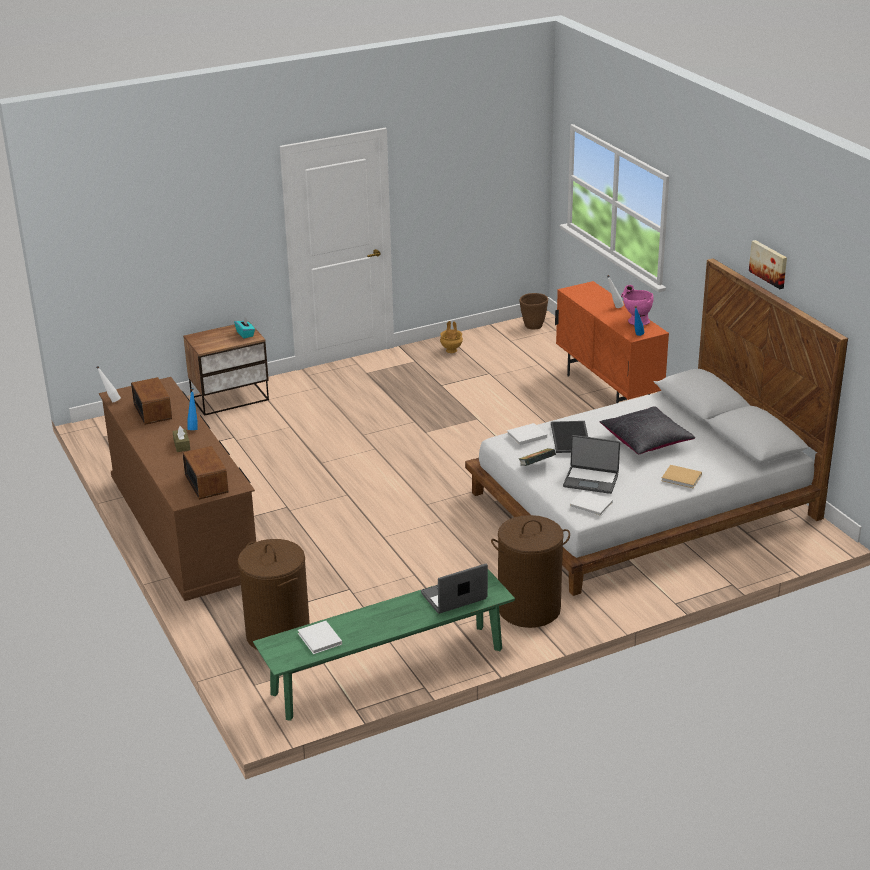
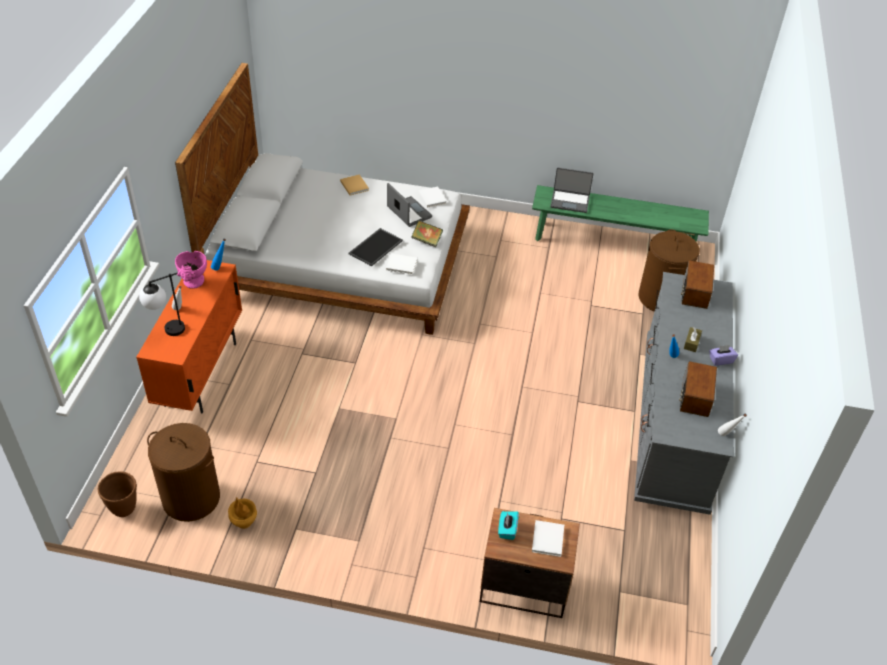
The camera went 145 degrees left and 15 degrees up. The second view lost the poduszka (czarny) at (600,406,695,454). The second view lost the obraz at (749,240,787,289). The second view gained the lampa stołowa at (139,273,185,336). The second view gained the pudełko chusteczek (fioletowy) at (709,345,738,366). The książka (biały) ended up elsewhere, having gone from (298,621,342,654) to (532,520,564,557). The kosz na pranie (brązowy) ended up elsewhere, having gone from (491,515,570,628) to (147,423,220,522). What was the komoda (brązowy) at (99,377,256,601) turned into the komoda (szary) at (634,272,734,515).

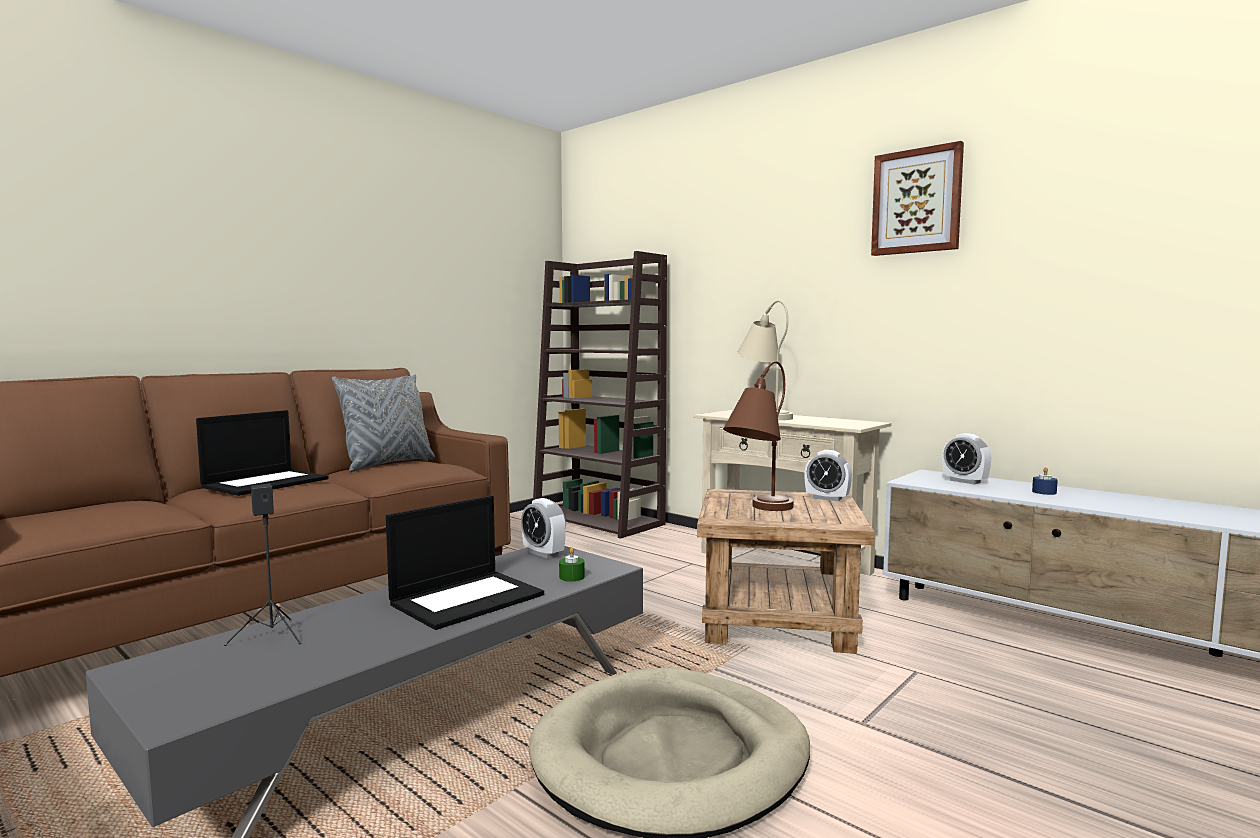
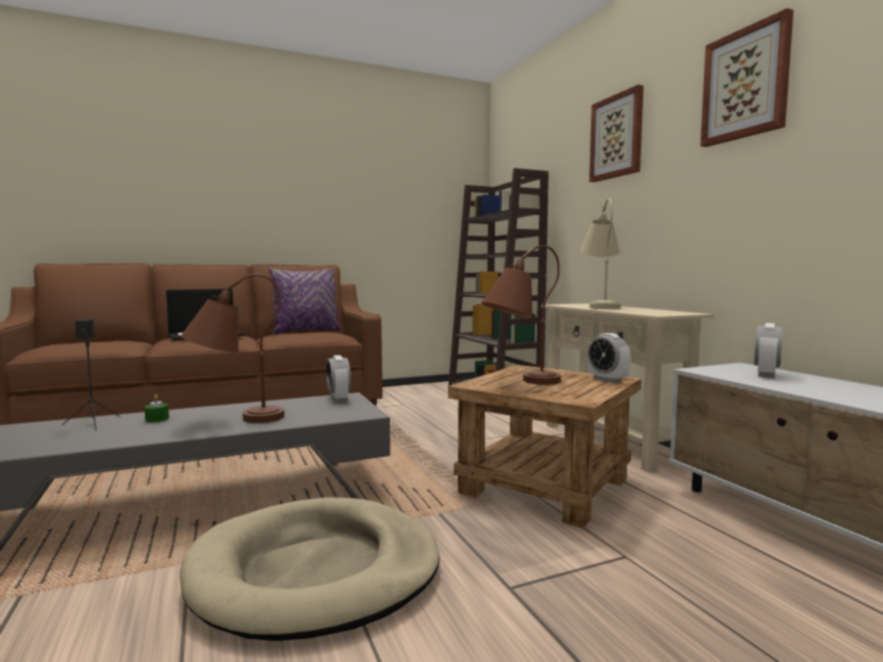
The camera went 25 degrees right and 0 degrees up. The second view lost the świeca (niebieski) at (1032,467,1058,495). The second view gained the obraz at (589,85,644,182). The świeca (zielony) ended up elsewhere, having gone from (559,547,585,582) to (144,395,169,422). Where the laptop stood at (386,496,544,630), the lampa stołowa (brązowy) came to stand at (181,274,285,423). What was the poduszka (szary) at (332,375,435,472) turned into the poduszka (fioletowy) at (269,268,341,334). The budzik at (942,433,991,484) ended up facing another way, 135 degrees counterclockwise from before.

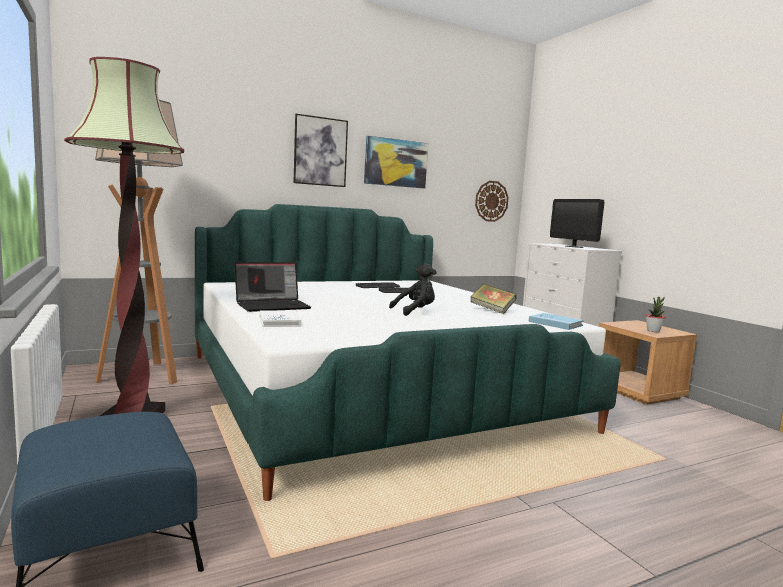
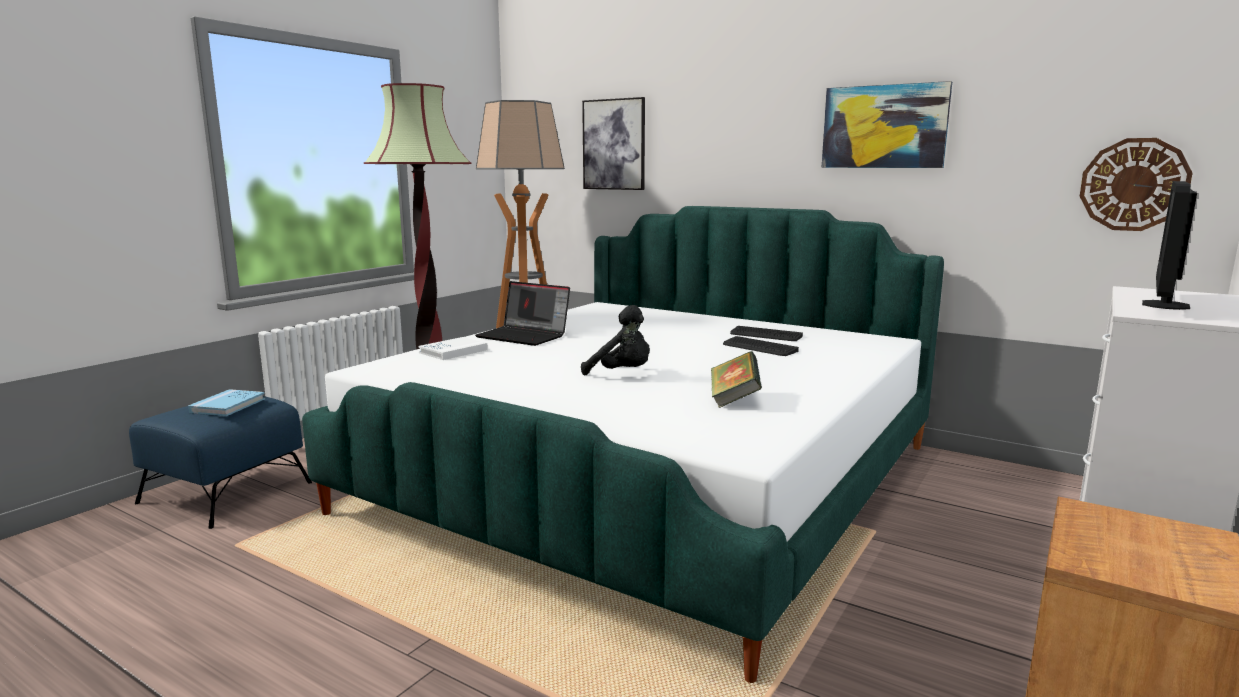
The camera went 60 degrees right and 5 degrees up. The second view lost the roślina doniczkowa at (646,297,666,332). The obraz ended up elsewhere, having gone from (293,114,348,187) to (582,97,645,190). The książka (niebieski) ended up elsewhere, having gone from (529,313,584,330) to (188,389,265,416).

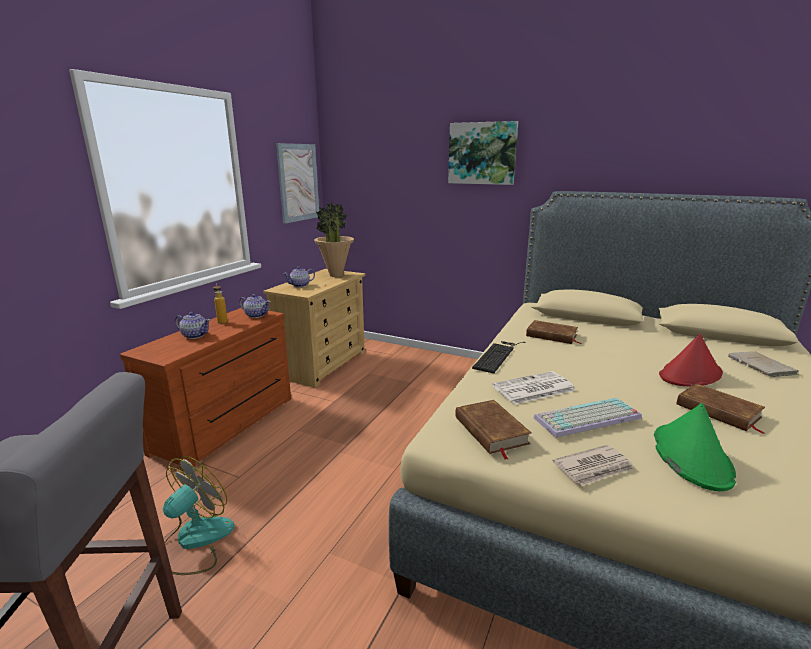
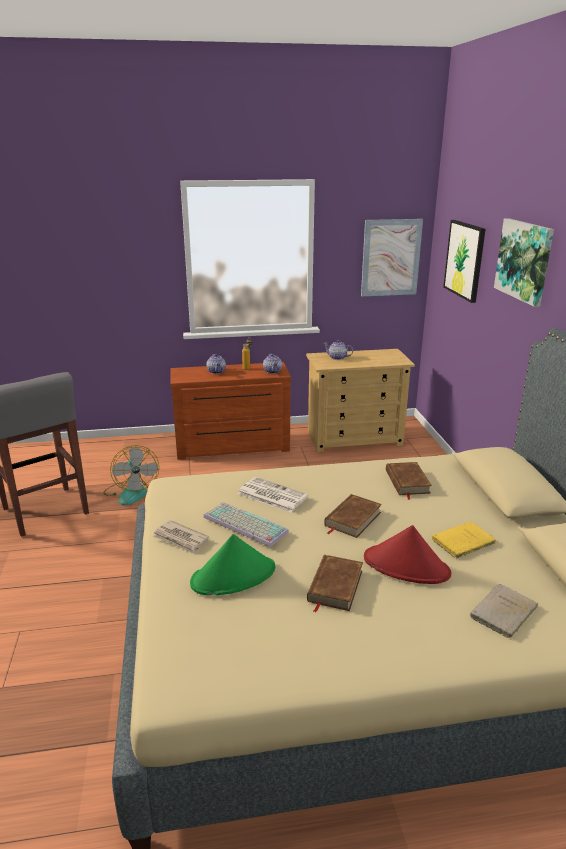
The camera went 55 degrees right and 5 degrees up. The second view lost the roślina doniczkowa at (314,202,354,277). The second view lost the klawiatura at (472,341,526,373). The second view gained the książka (żółty) at (432,522,496,559). The second view gained the obraz at (443,220,486,303). The książka (brązowy) ended up elsewhere, having gone from (455,400,531,460) to (324,494,382,538). The wentylator at (163,456,235,575) ended up facing another way, 75 degrees clockwise from before.

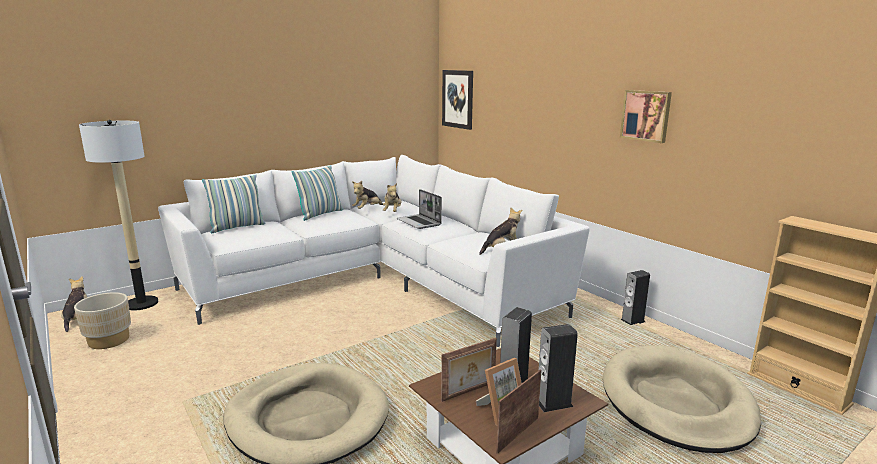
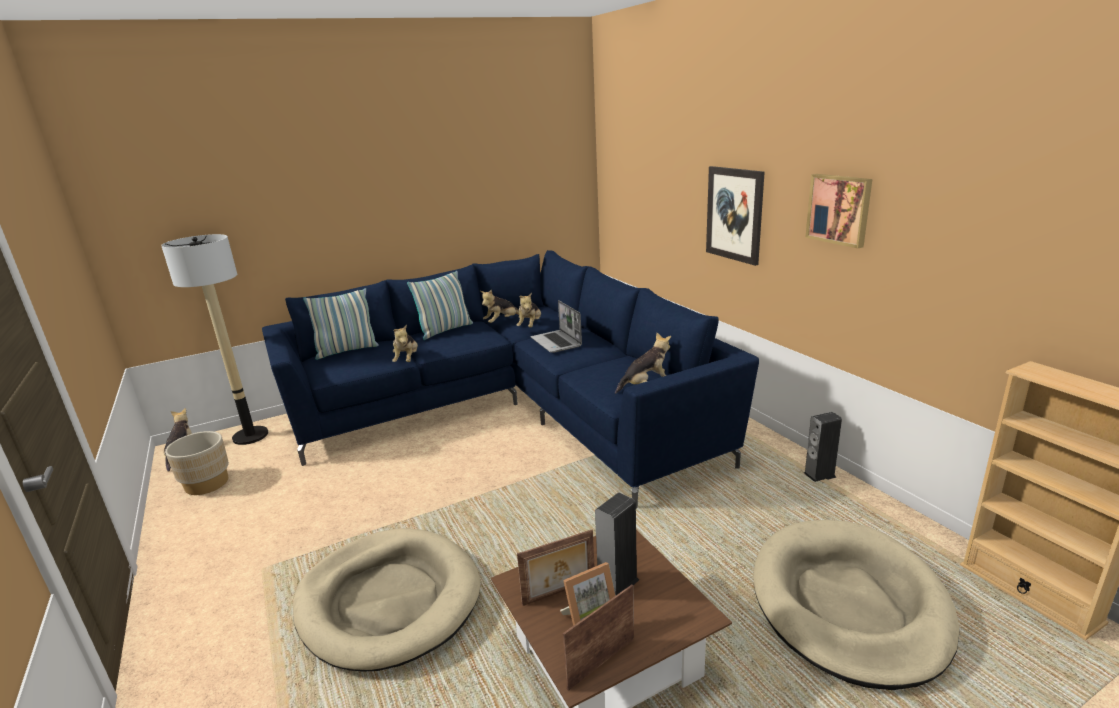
The camera went 10 degrees right and 5 degrees up. The second view lost the głośnik at (539,324,578,412). The second view gained the pluszak at (392,324,418,362). The obraz ended up elsewhere, having gone from (442,70,473,130) to (706,166,765,266). What was the kanapa (biały) at (158,155,590,347) turned into the kanapa (niebieski) at (262,250,759,509).

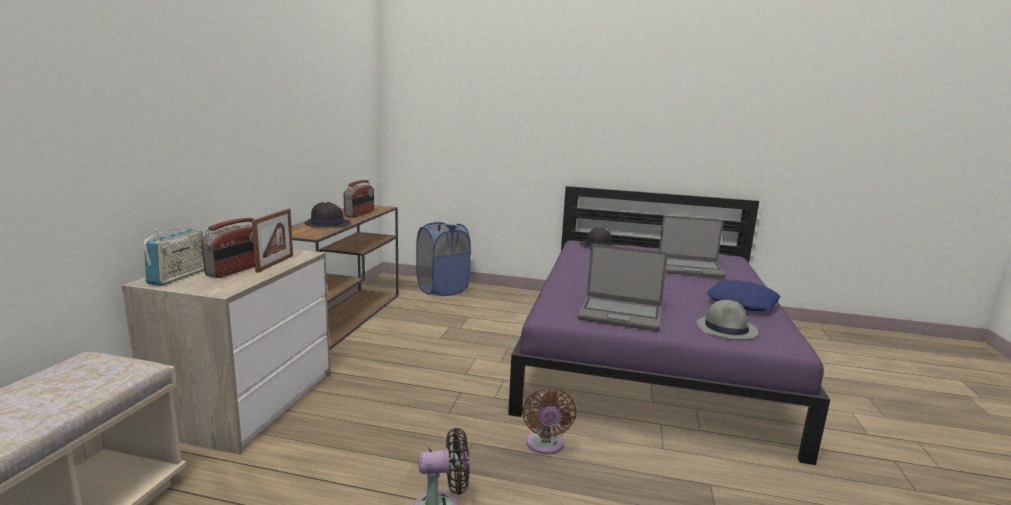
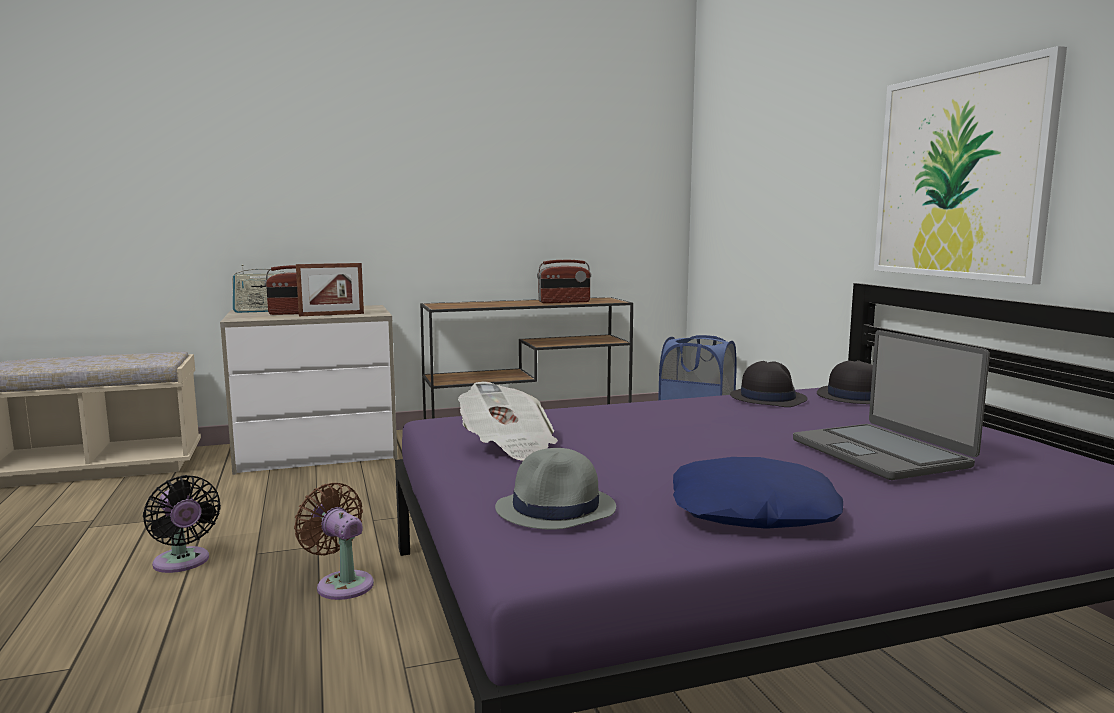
The camera went 60 degrees right and 5 degrees down. The second view gained the obraz at (874,46,1067,284). The kapelusz (czarny) ended up elsewhere, having gone from (305,202,351,228) to (730,361,808,407). Where the laptop stood at (578,244,668,331), the gazeta came to stand at (458,382,558,461). The wentylator (brązowy) at (522,387,576,455) ended up facing another way, 75 degrees clockwise from before.

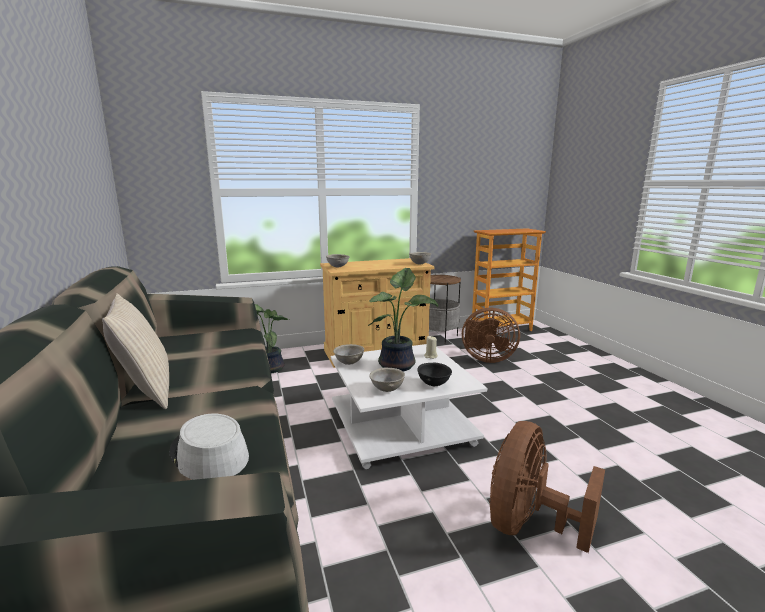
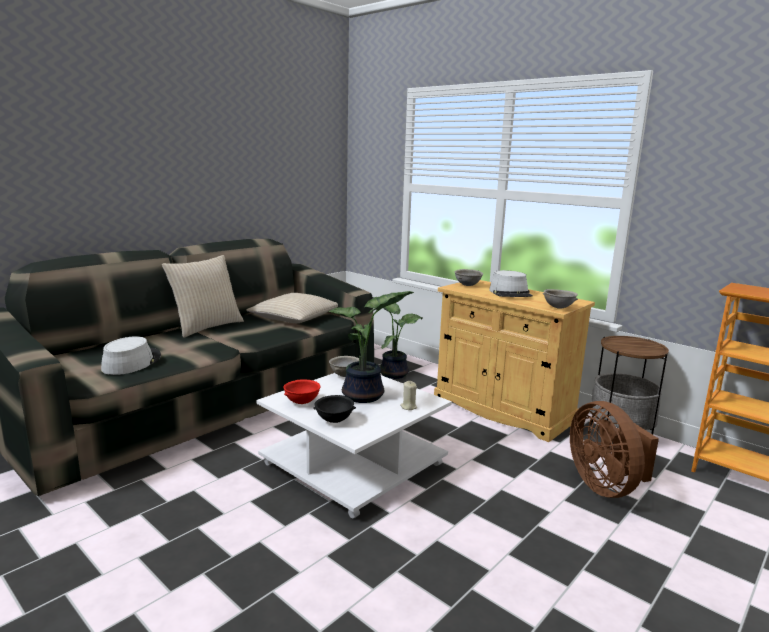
The camera went 60 degrees right and 0 degrees up. The second view lost the wentylator (brązowy) at (490,421,605,553). The second view gained the poduszka (beżowy) at (246,293,338,323). The second view gained the kapelusz (szary) at (489,270,533,297). What was the miska (szary) at (370,368,405,392) turned into the miska (czerwony) at (283,379,321,404).

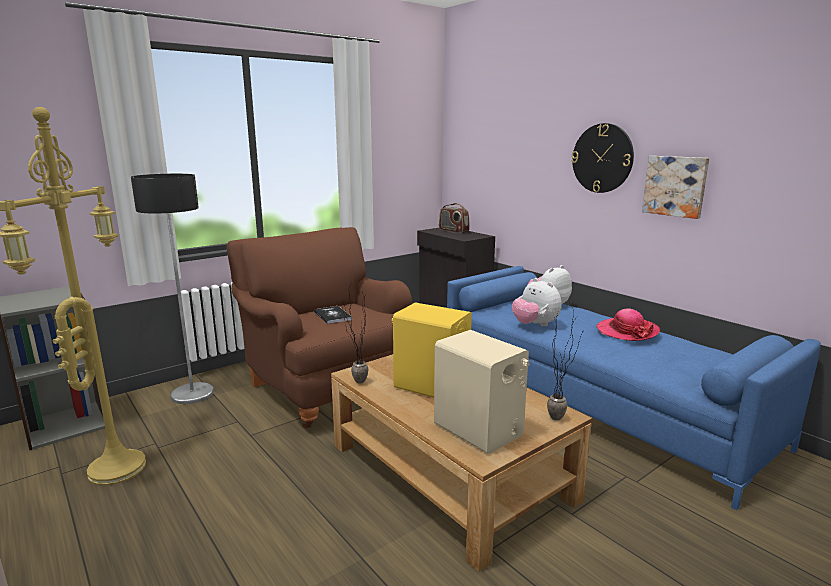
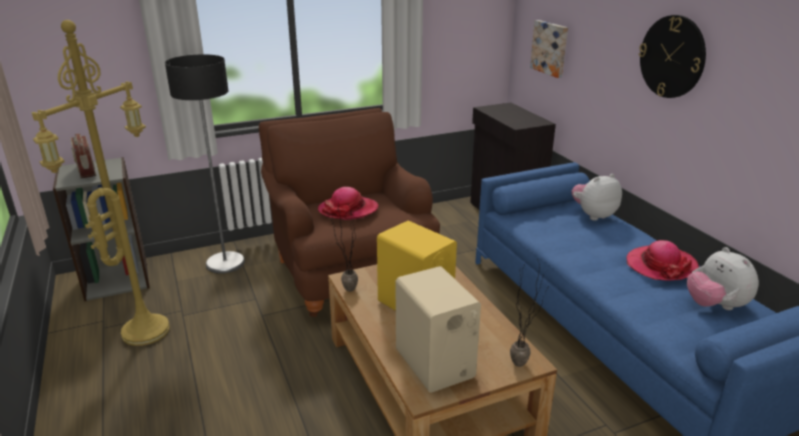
The camera went 15 degrees right and 10 degrees up. The radio ended up elsewhere, having gone from (439,203,470,233) to (71,134,96,178). The pluszak ended up elsewhere, having gone from (512,278,561,327) to (687,247,759,310). The obraz ended up elsewhere, having gone from (642,156,709,219) to (530,20,568,78). Where the książka stood at (314,306,352,324), the kapelusz came to stand at (318,187,378,220).

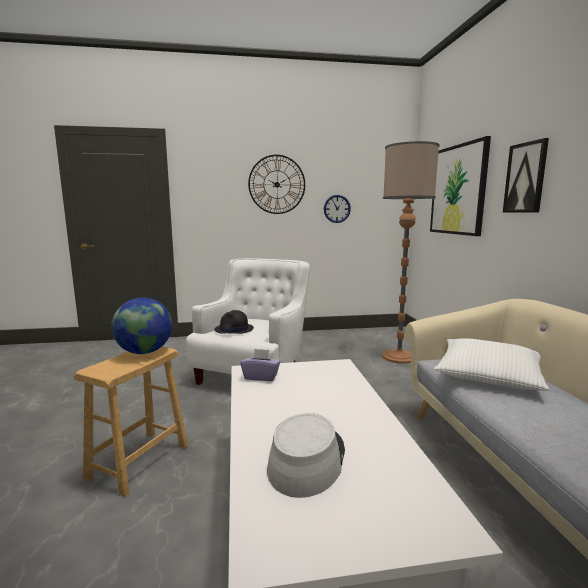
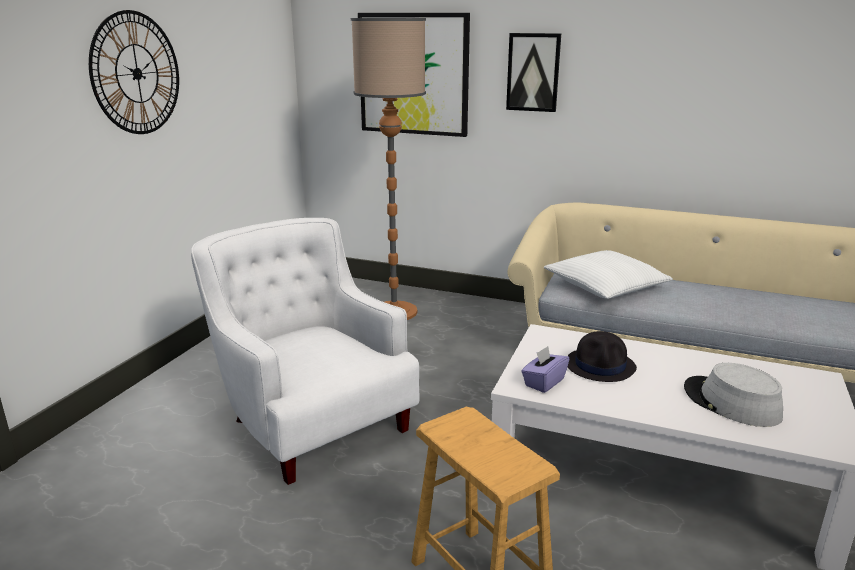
The camera went 60 degrees left and 10 degrees up. The second view lost the globus at (112,298,172,354). The second view lost the zegar ścienny at (324,195,351,223). The kapelusz (czarny) ended up elsewhere, having gone from (214,310,254,334) to (567,331,637,382).

